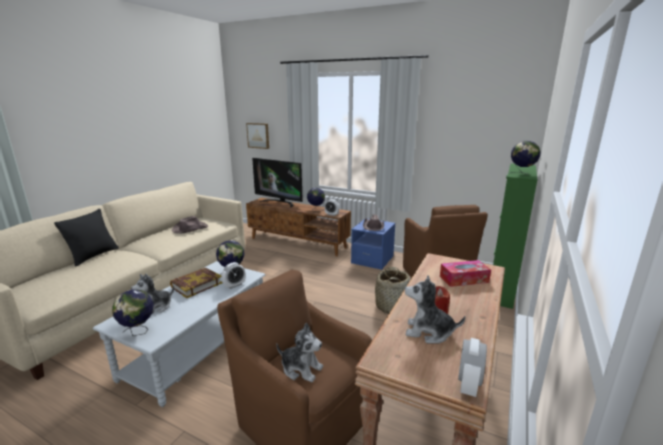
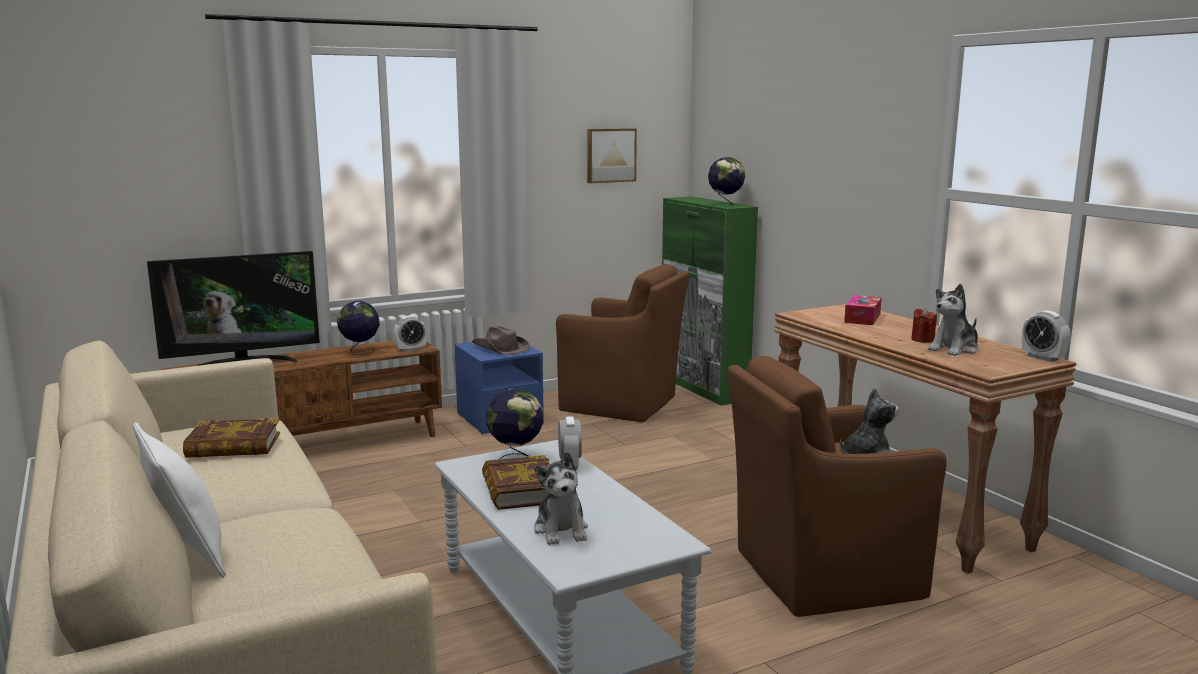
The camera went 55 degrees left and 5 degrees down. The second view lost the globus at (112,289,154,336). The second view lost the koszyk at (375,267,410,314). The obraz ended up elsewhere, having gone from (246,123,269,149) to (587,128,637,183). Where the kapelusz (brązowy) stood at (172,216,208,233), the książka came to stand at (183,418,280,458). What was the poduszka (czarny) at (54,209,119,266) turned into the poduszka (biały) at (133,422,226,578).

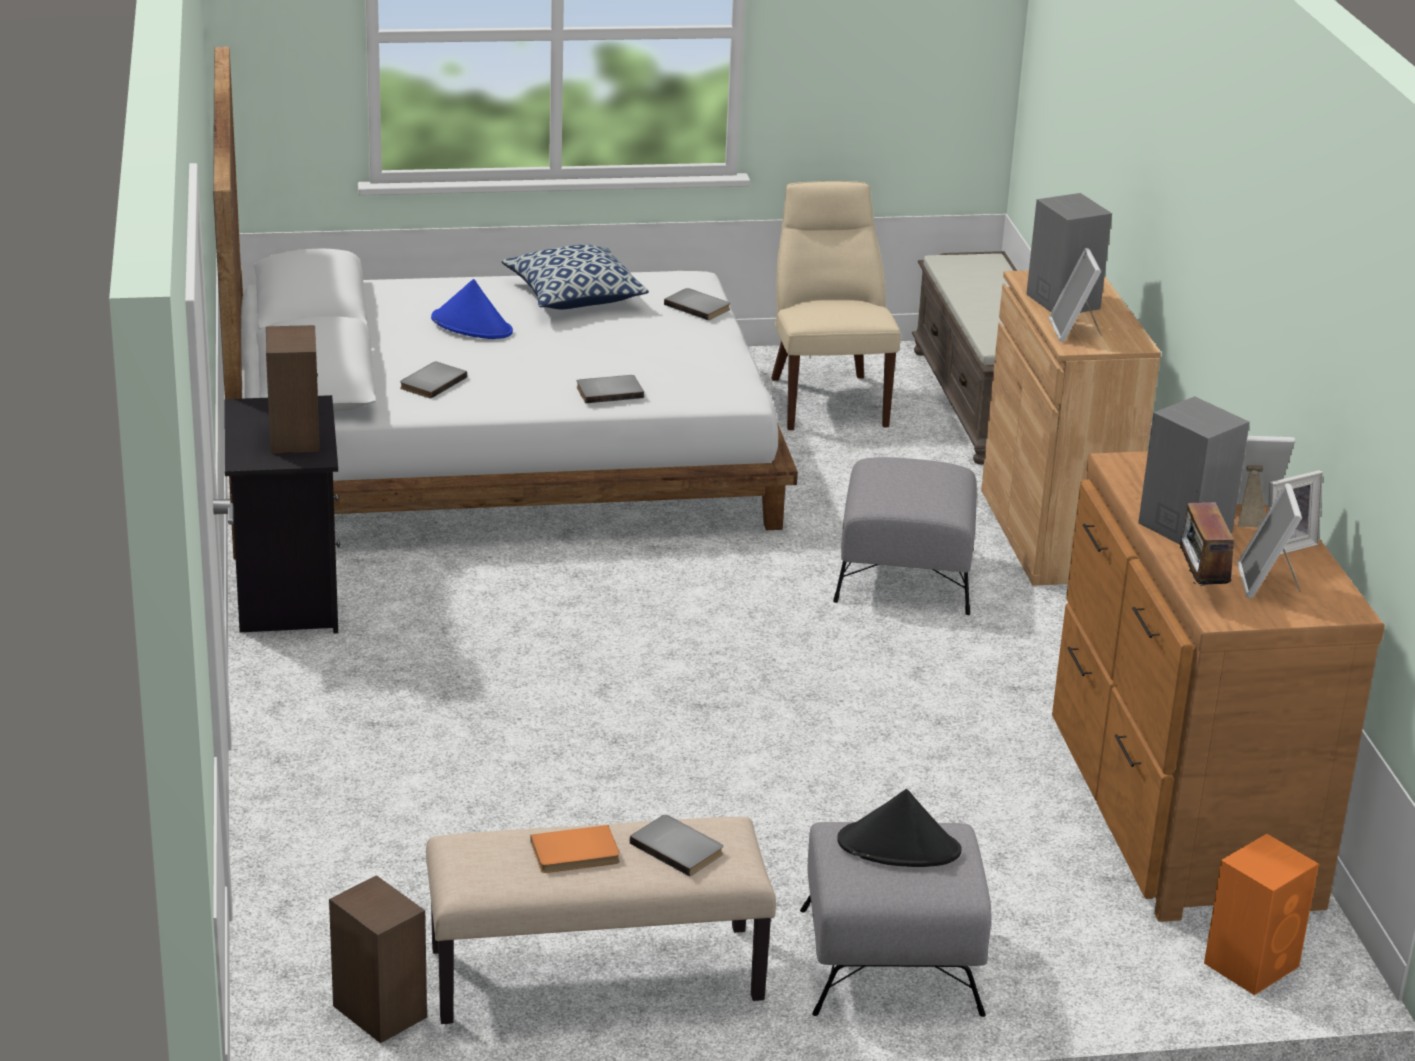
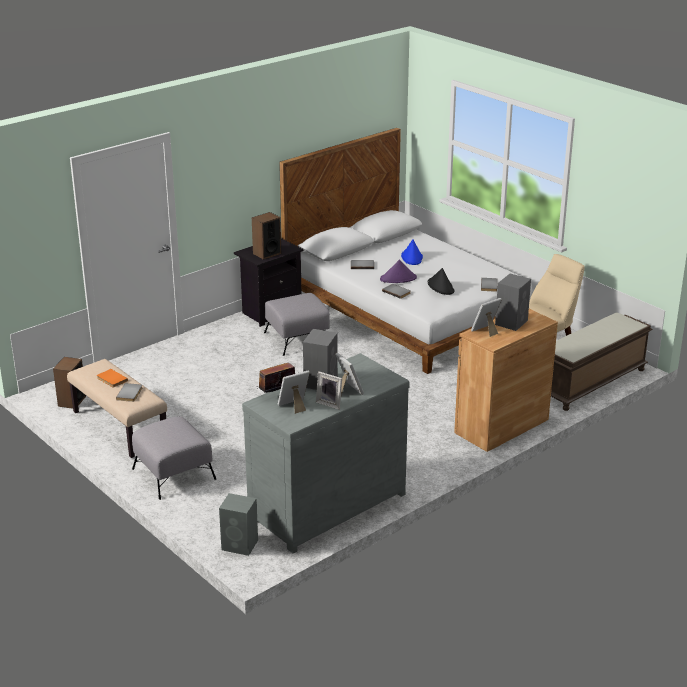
The camera went 60 degrees right and 0 degrees up. The second view lost the poduszka at (501,245,649,309). The second view gained the kapelusz (fioletowy) at (380,260,417,283). The pufa (szary) ended up elsewhere, having gone from (833,457,977,615) to (264,293,330,356). The kapelusz (czarny) ended up elsewhere, having gone from (837,789,962,867) to (428,268,455,295). What was the komoda (brązowy) at (1052,451,1385,922) turned into the komoda (szary) at (242,353,410,554). What was the głośnik (pomarańczowy) at (1204,834,1319,995) turned into the głośnik (szary) at (219,493,258,556).

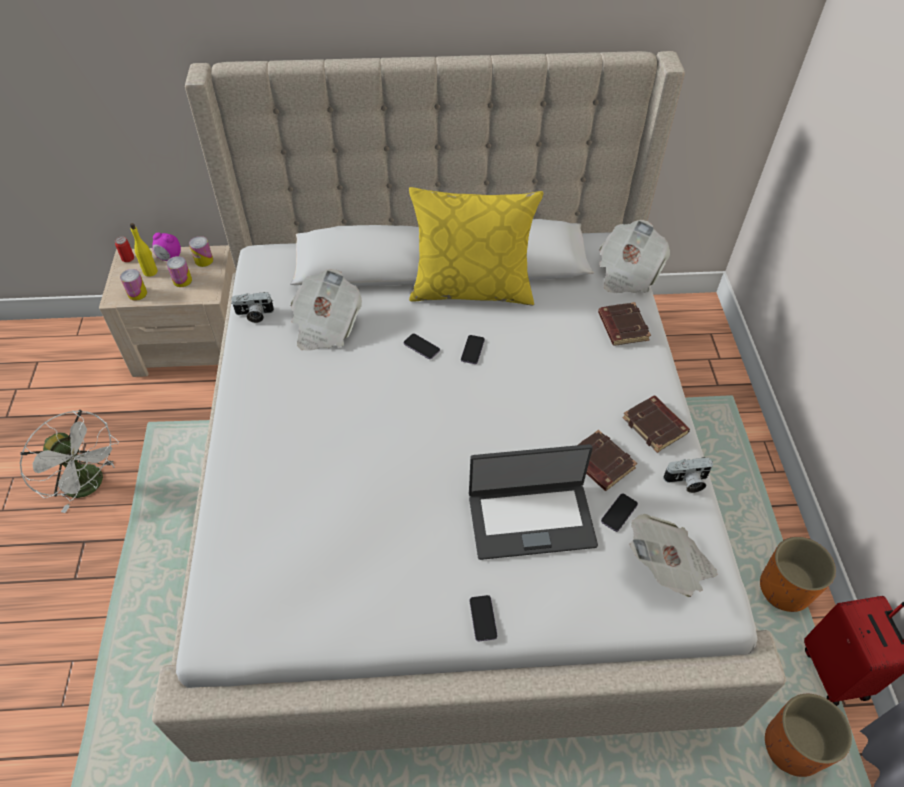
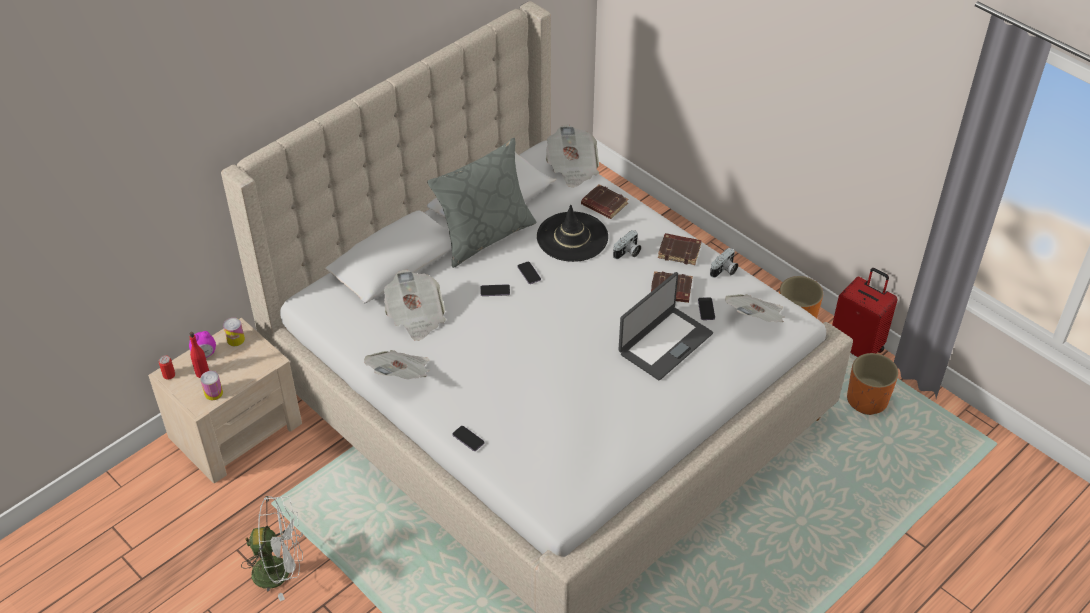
The camera went 40 degrees left and 5 degrees down. The second view lost the puszka at (167,256,192,287). The second view gained the gazeta at (364,350,430,379). The second view gained the kapelusz (czarny) at (537,205,608,262). The aparat fotograficzny ended up elsewhere, having gone from (231,292,274,323) to (613,230,641,259). The telefon ended up elsewhere, having gone from (470,595,497,641) to (452,426,485,451). What was the butelka (żółty) at (130,223,158,277) turned into the butelka (czerwony) at (189,332,209,378). What was the poduszka (żółty) at (409,187,544,305) turned into the poduszka (szary) at (427,138,536,268).

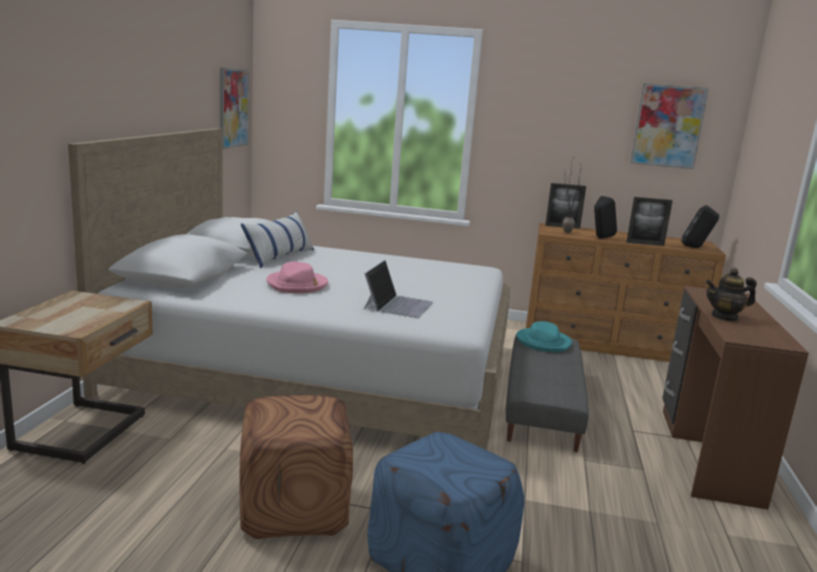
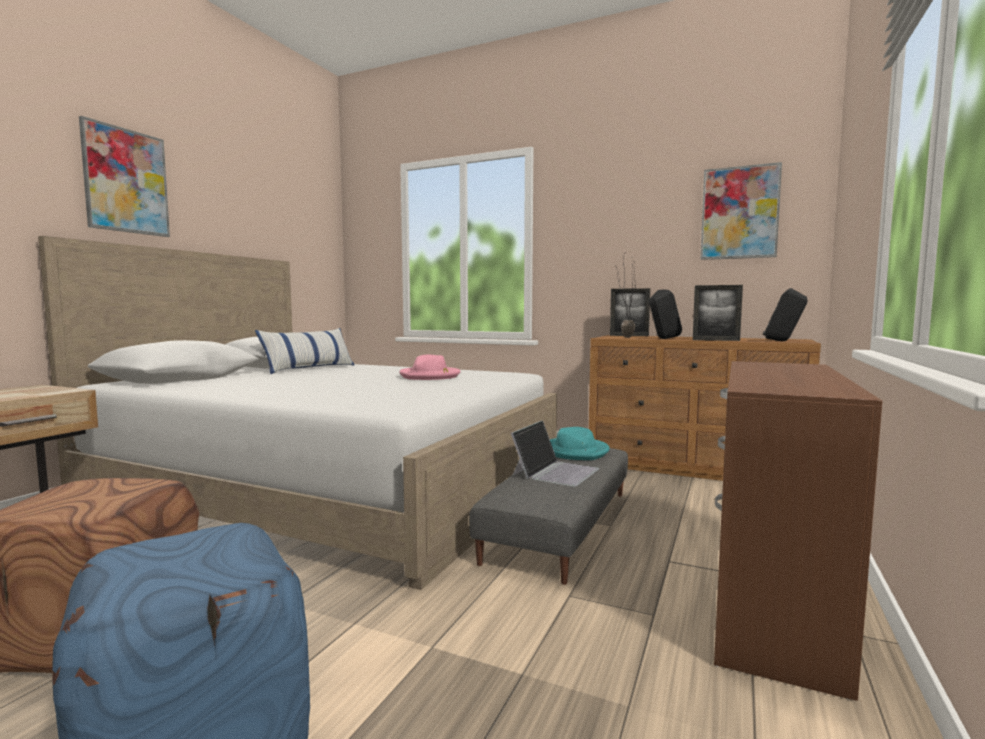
The camera went 15 degrees right and 10 degrees down. The second view lost the imbryk at (706,268,757,321). The obraz ended up elsewhere, having gone from (220,68,249,149) to (79,116,170,237). The kapelusz (różowy) ended up elsewhere, having gone from (267,262,328,293) to (399,354,461,380). The laptop ended up elsewhere, having gone from (364,260,434,318) to (511,420,599,487).

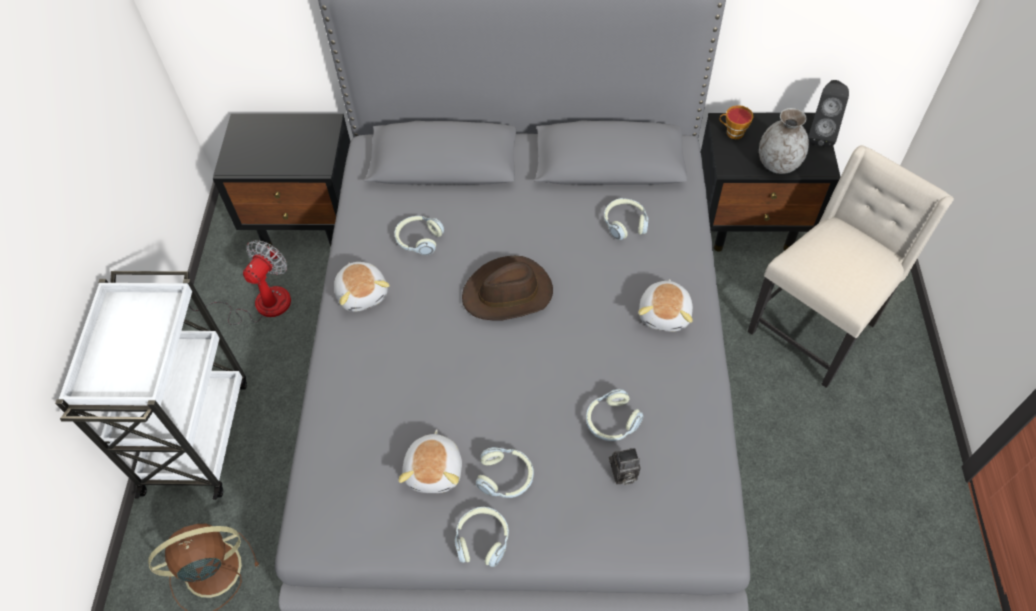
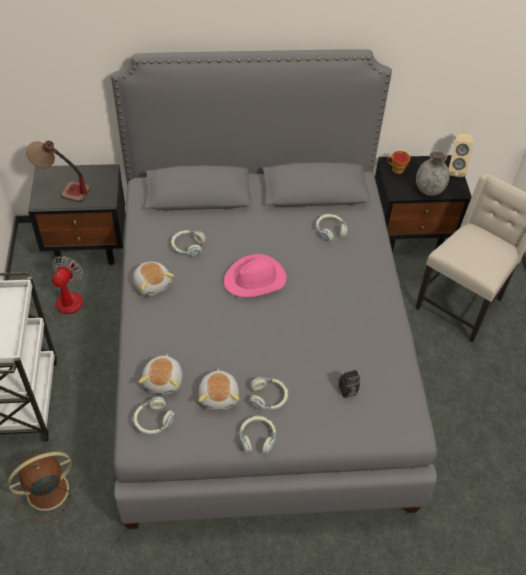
The camera went 10 degrees left and 5 degrees down. The second view gained the lampa stołowa at (26,140,90,202). The słuchawki ended up elsewhere, having gone from (586,389,644,441) to (133,397,176,434). The pluszak ended up elsewhere, having gone from (638,279,693,332) to (139,354,183,394). What was the kapelusz (brązowy) at (462,256,553,320) turned into the kapelusz (różowy) at (224,254,287,297). What was the głośnik (czarny) at (808,80,849,147) turned into the głośnik (beżowy) at (448,132,474,177).

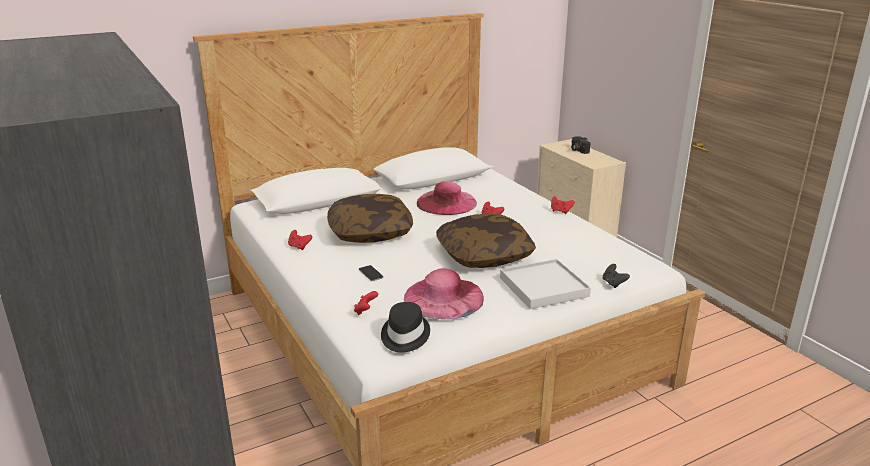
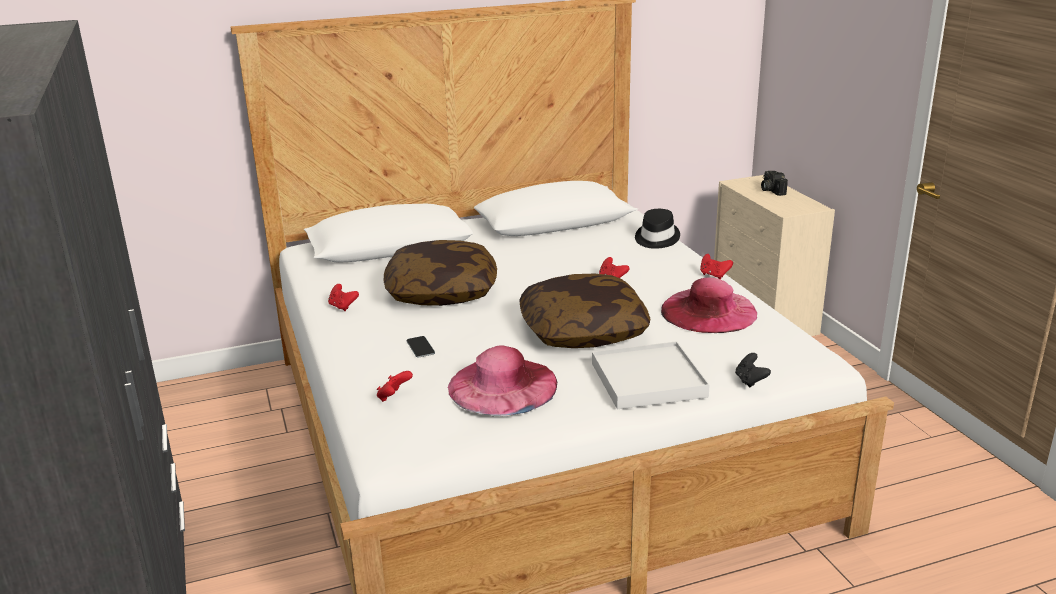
The camera went 10 degrees right and 0 degrees up. The kapelusz (czarny) ended up elsewhere, having gone from (381,302,430,353) to (635,209,680,249). The kapelusz (różowy) ended up elsewhere, having gone from (417,181,477,215) to (661,277,757,333).

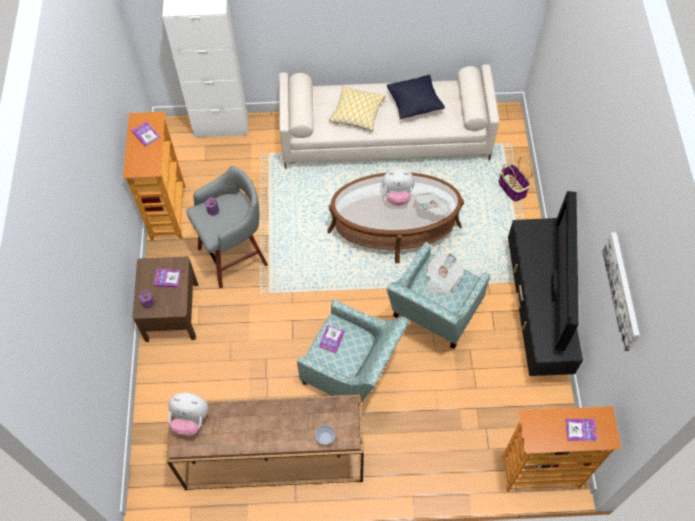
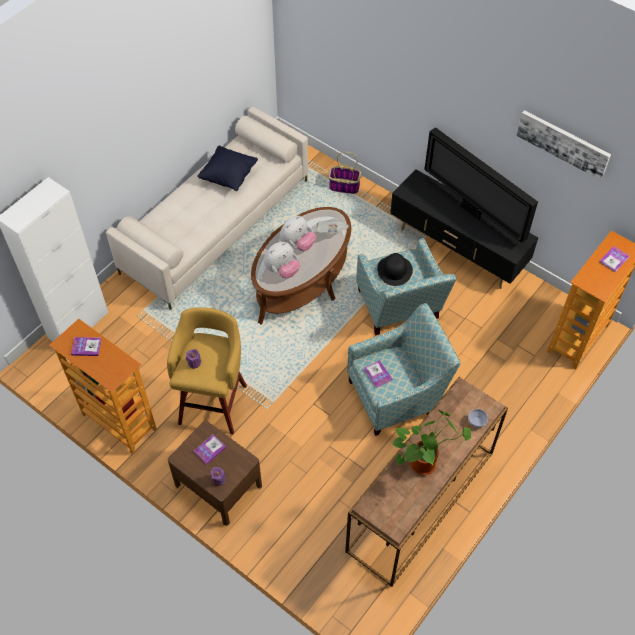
The camera went 50 degrees left and 5 degrees down. The second view lost the poduszka at (329,86,386,131). The second view gained the roślina doniczkowa at (392,409,471,475). The pluszak ended up elsewhere, having gone from (168,393,208,436) to (264,242,300,278). Where the gazeta stood at (426,253,464,294), the kapelusz (czarny) came to stand at (377,253,413,286). What was the stołek (szary) at (186,166,268,289) turned into the stołek (żółty) at (167,307,247,434).

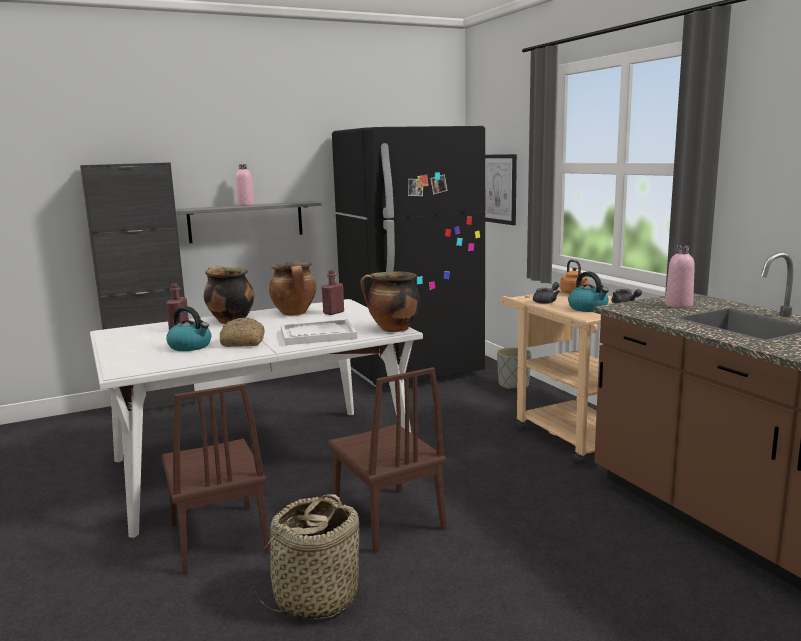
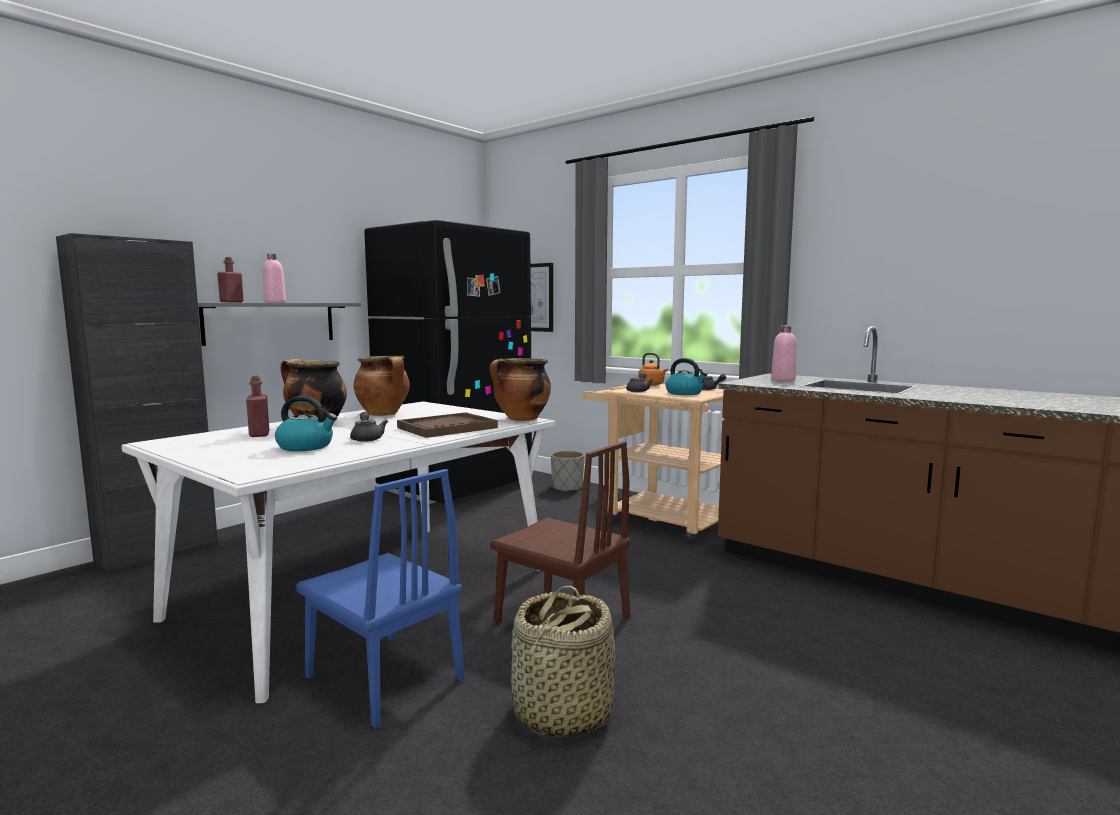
The camera went 25 degrees left and 5 degrees down. The butelka (czerwony) ended up elsewhere, having gone from (321,270,344,315) to (217,257,243,302). Where the chleb stood at (220,318,265,347), the imbryk (szary) came to stand at (350,412,388,442). What was the krzesło (brązowy) at (162,383,270,575) turned into the krzesło (niebieski) at (296,469,465,728). What was the taca (biały) at (281,319,357,345) turned into the taca (brązowy) at (397,412,498,438).

